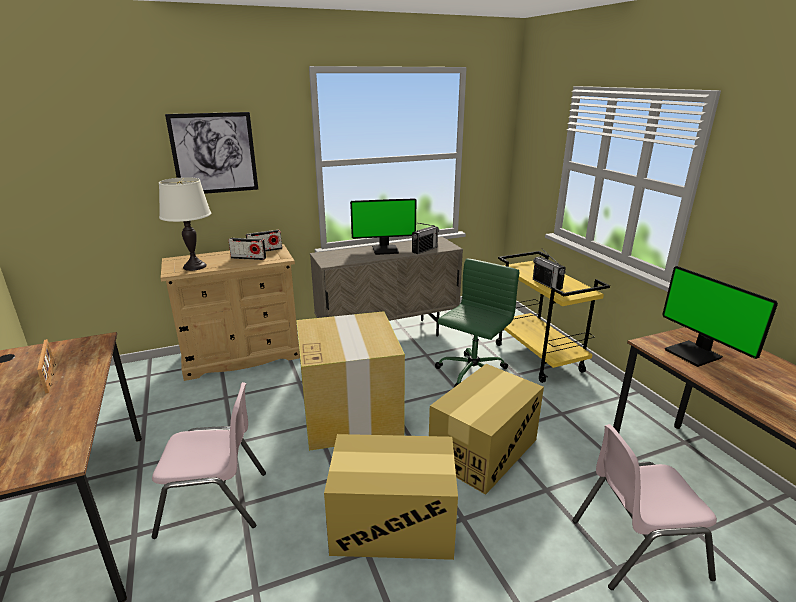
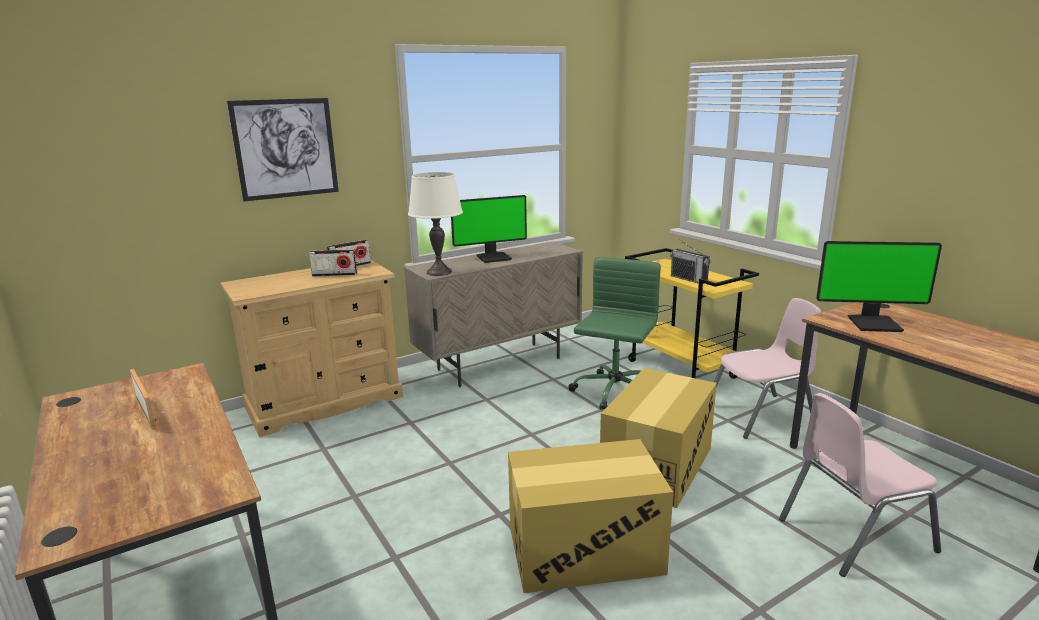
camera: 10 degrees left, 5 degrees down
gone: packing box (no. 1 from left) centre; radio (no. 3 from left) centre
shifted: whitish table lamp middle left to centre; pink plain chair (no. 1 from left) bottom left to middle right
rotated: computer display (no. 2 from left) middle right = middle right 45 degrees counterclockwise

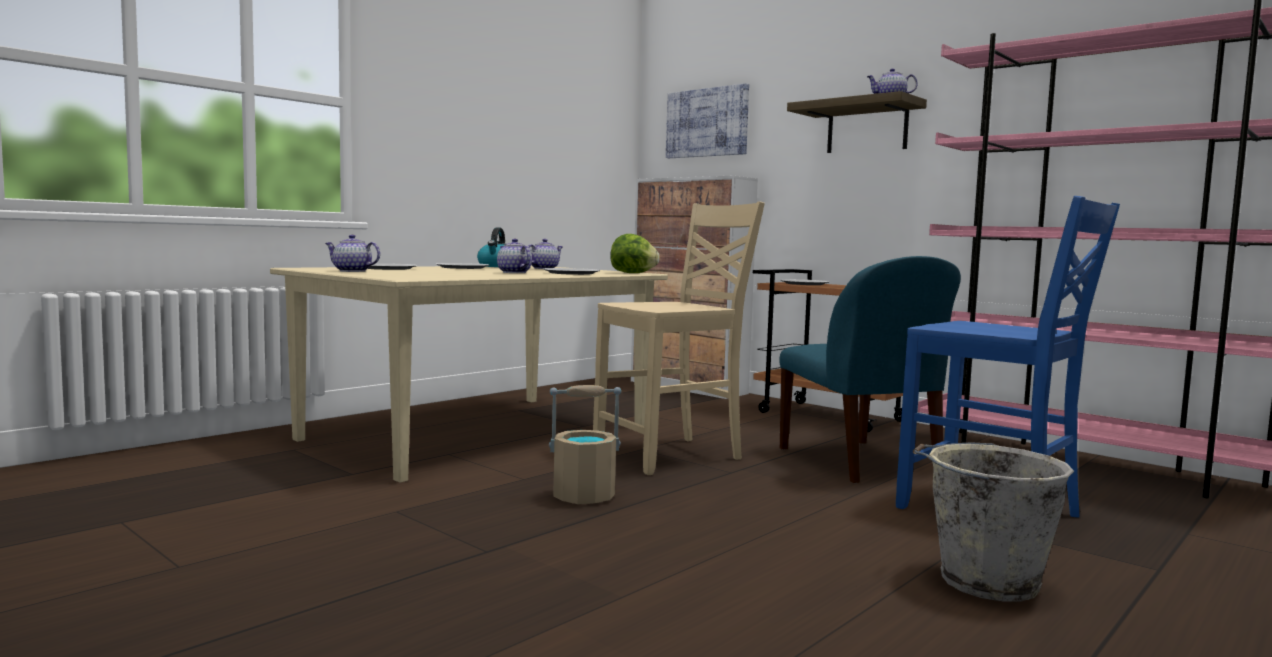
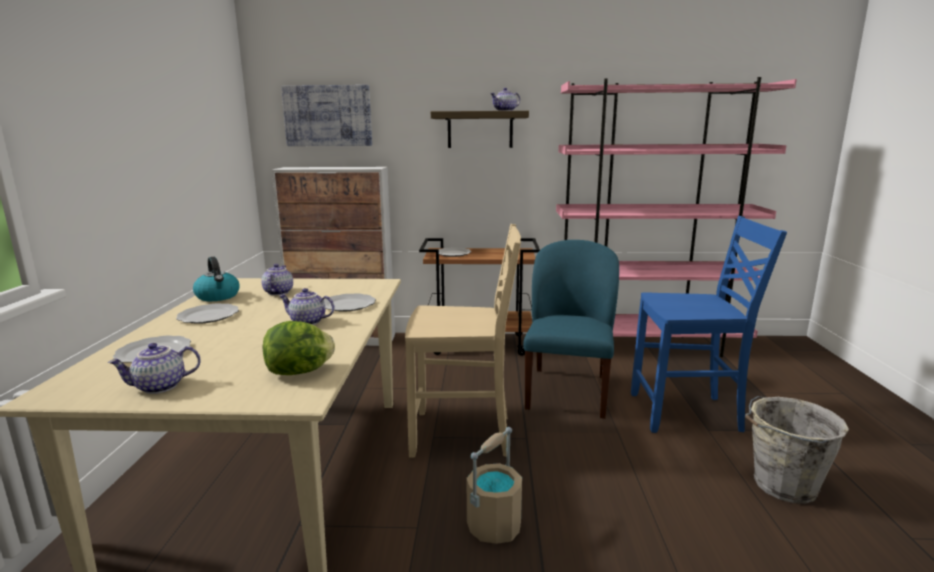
camera: 40 degrees left, 10 degrees up
shifted: head of lettuce centre to middle left
rotated: beige plain chair centre = centre 75 degrees clockwise; blue plain chair (no. 1 from left) middle right = centre 105 degrees counterclockwise

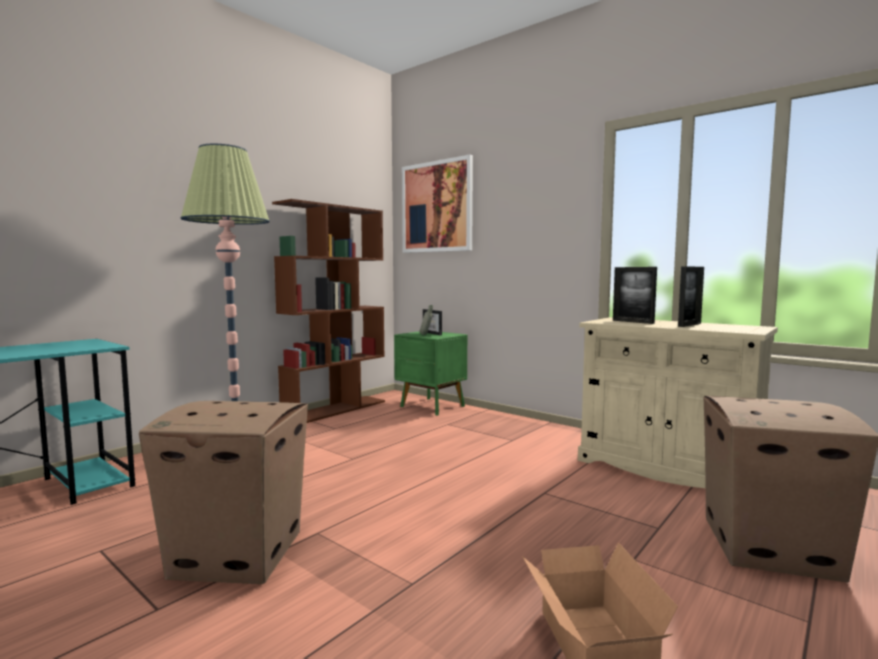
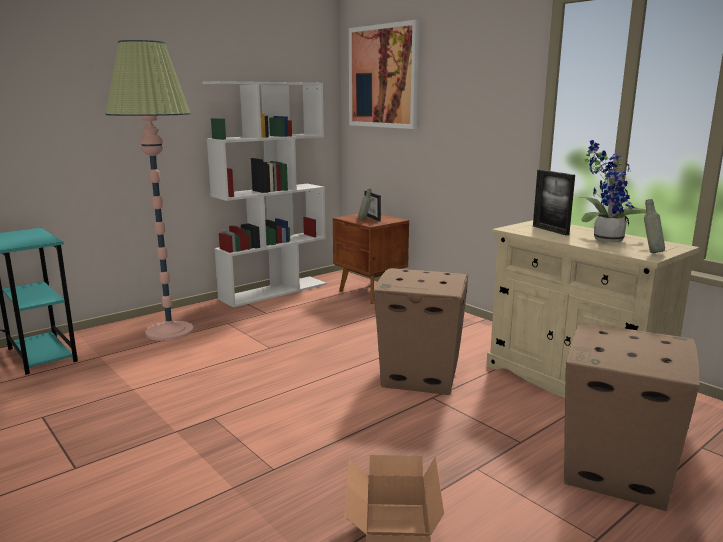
camera: 10 degrees right, 10 degrees up
new: gray drink bottle (no. 2 from left) middle right
shifted: packing box (no. 1 from left in the first image) bottom left to packing box (no. 2 from left) centre
swapped: picture frame (no. 3 from left) middle right to houseplant middle right
repainted: brown-coloured bookcase centre to whitish bookcase centre; green-coloured nightstand centre to brown-coloured nightstand centre

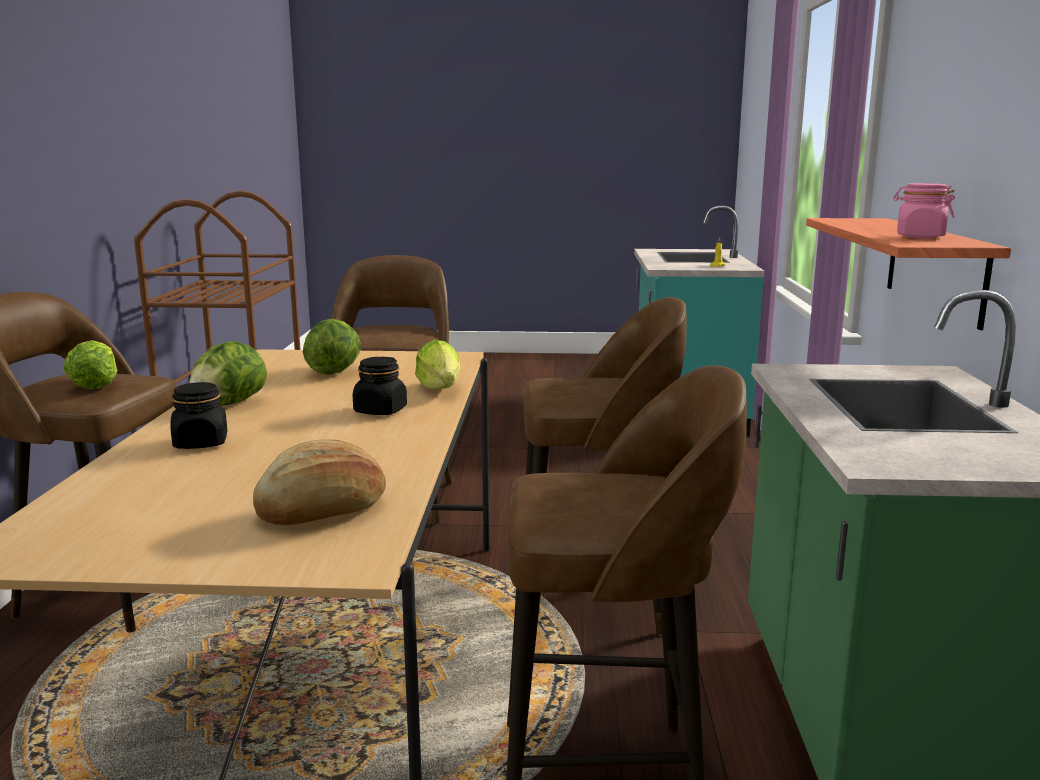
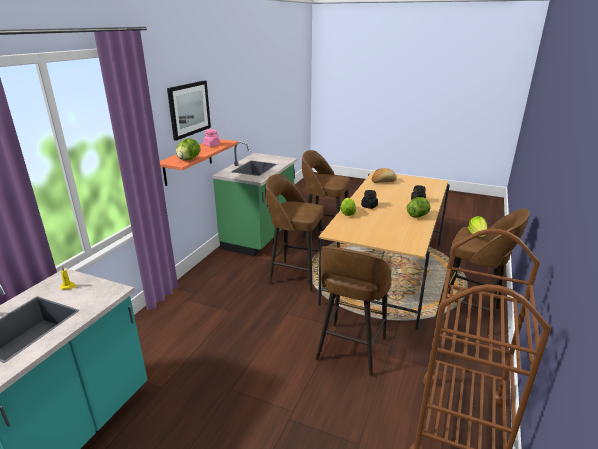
camera: 160 degrees left, 10 degrees up
new: wall picture top left
shifted: head of lettuce (no. 3 from left in the first image) middle left to head of lettuce (no. 1 from left) top left

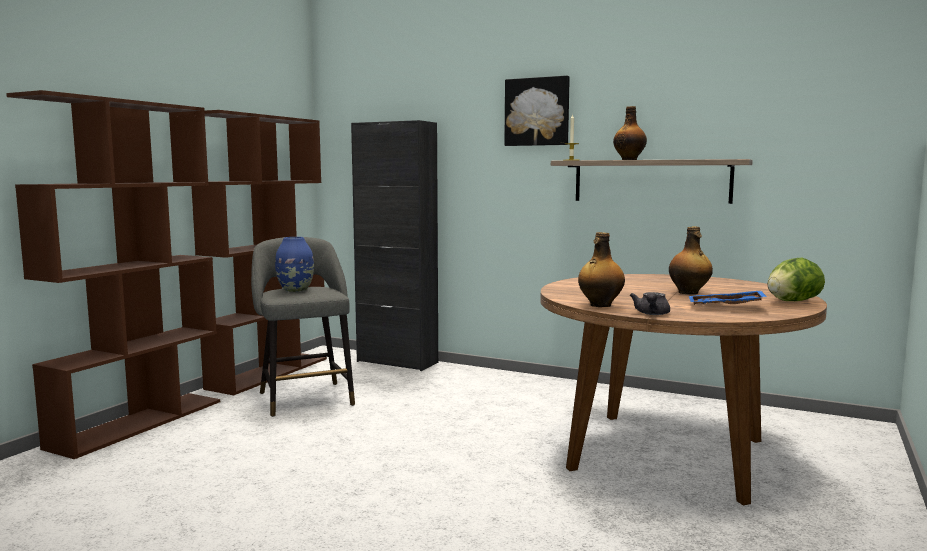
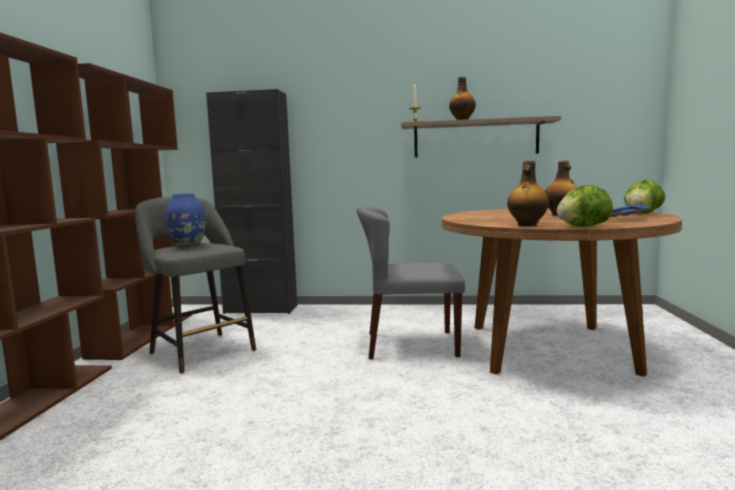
camera: 20 degrees left, 0 degrees up
gone: wall picture top centre
new: gray plain chair centre
swapped: gray teapot middle right to head of lettuce (no. 1 from left) middle right

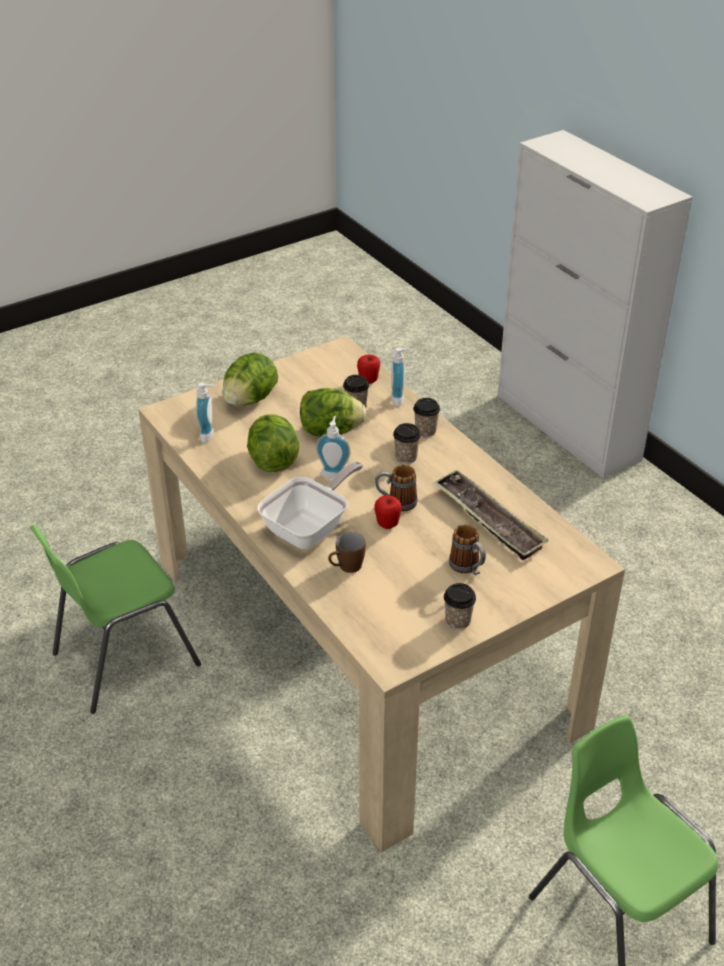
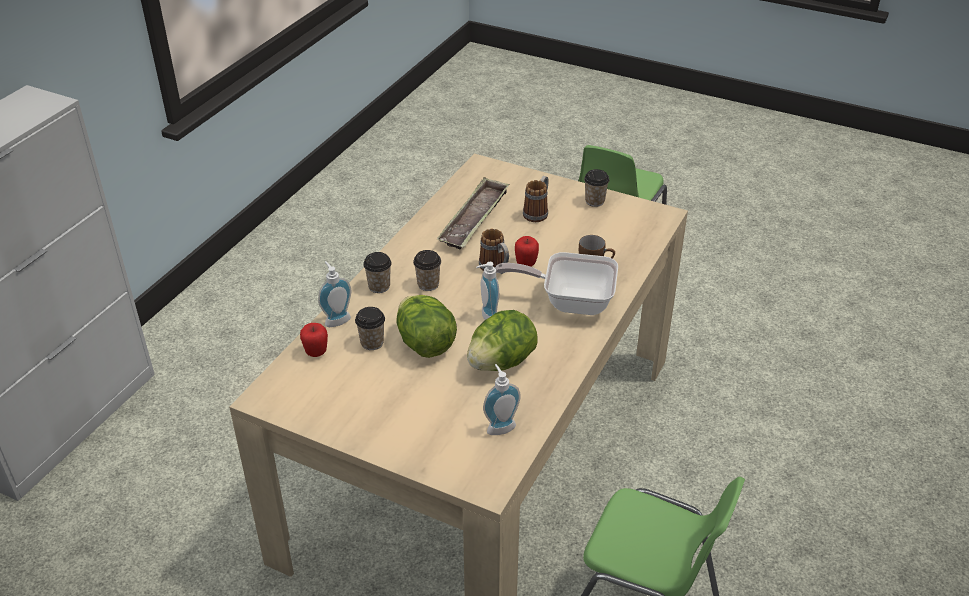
camera: 120 degrees left, 0 degrees up
gone: head of lettuce (no. 1 from left) centre

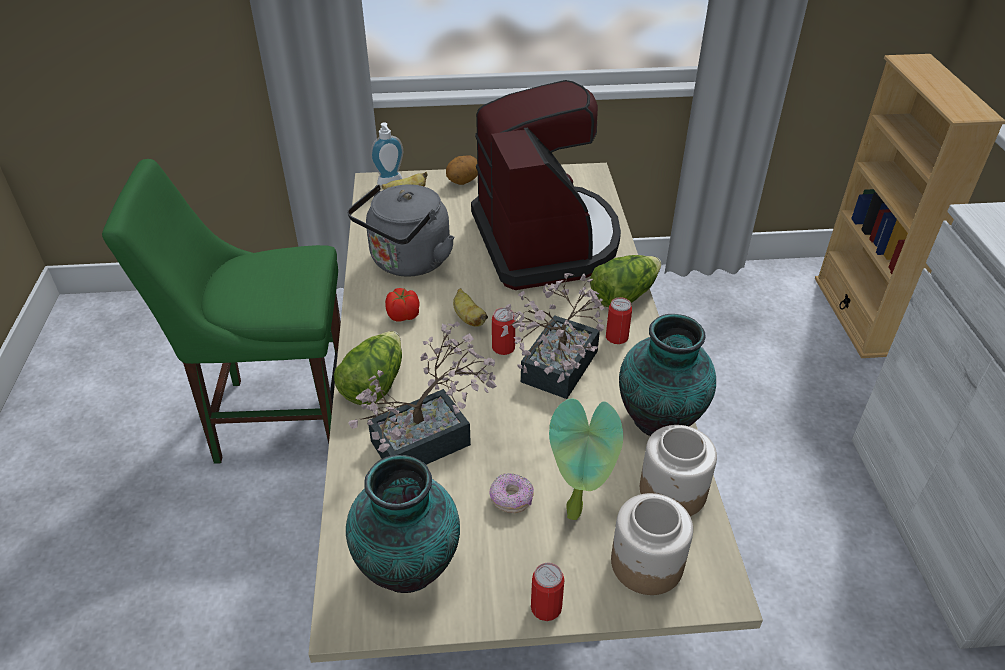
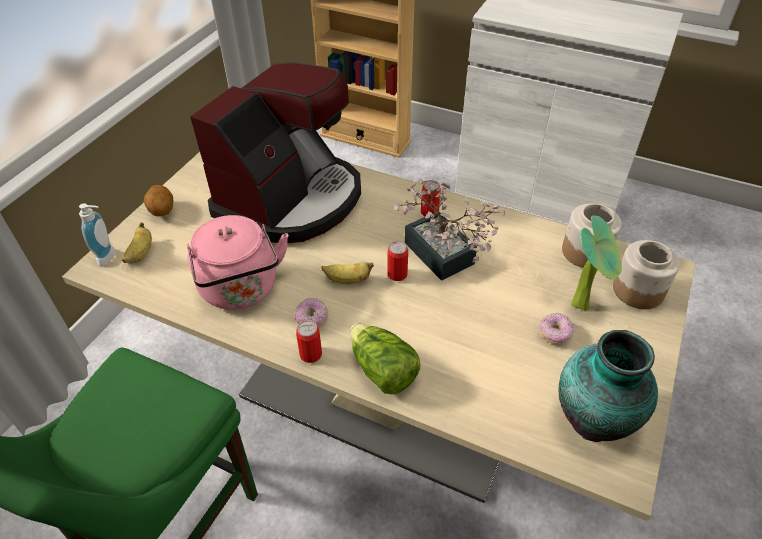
camera: 60 degrees left, 5 degrees up
gone: houseplant (no. 1 from left) centre; head of lettuce (no. 2 from left) centre; vase (no. 2 from left) centre
shifted: metal can (no. 2 from left in the first image) bottom centre to metal can (no. 1 from left) centre
swapped: tomato centre to donut (no. 1 from left) centre
repainted: gray water kettle centre to pink water kettle middle left
rotated: coffee brewer top centre = top centre 105 degrees clockwise

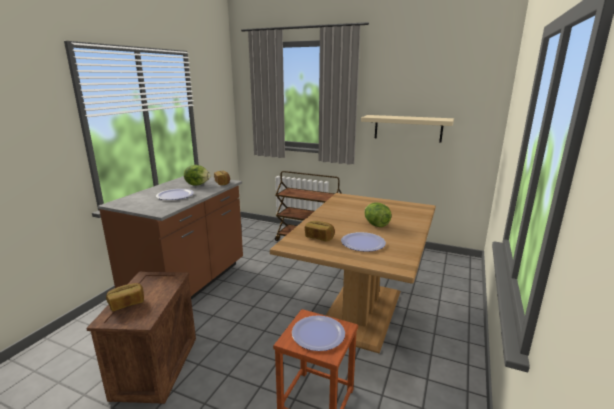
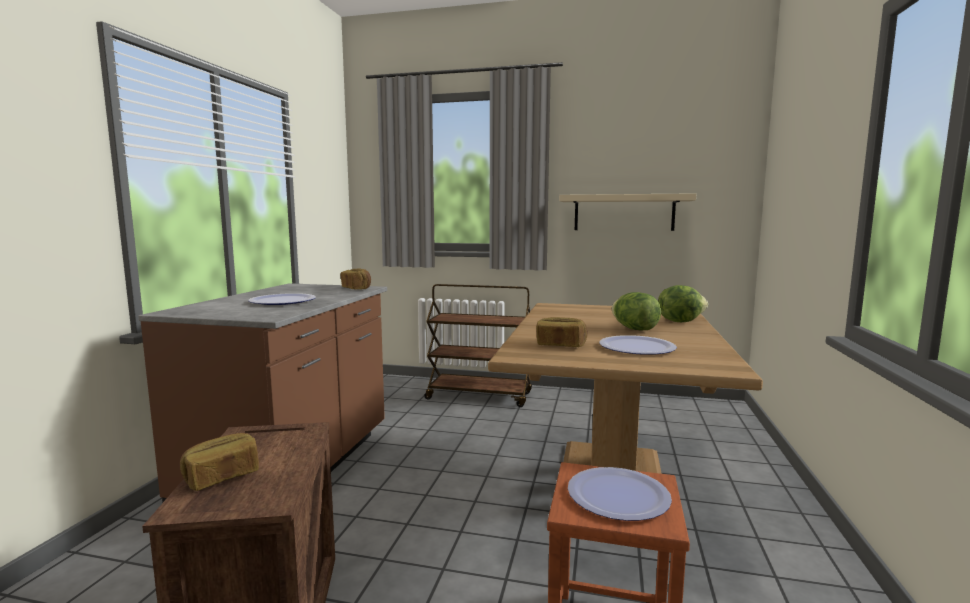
camera: 10 degrees left, 10 degrees down
shifted: head of lettuce (no. 1 from left in the first image) middle left to head of lettuce (no. 2 from left) middle right

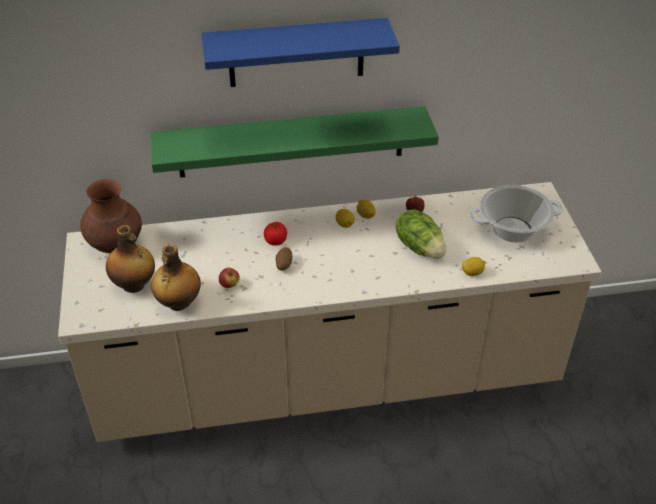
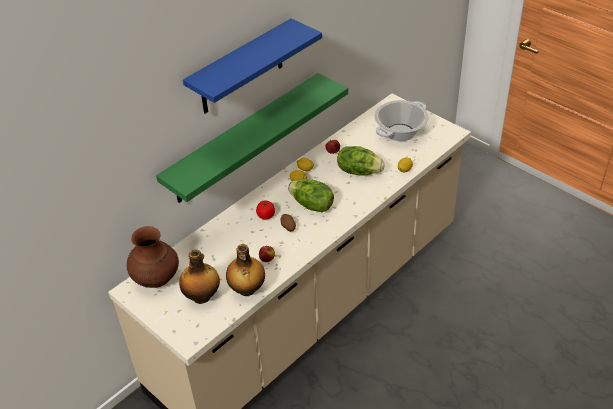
camera: 35 degrees left, 0 degrees up
new: head of lettuce (no. 1 from left) centre

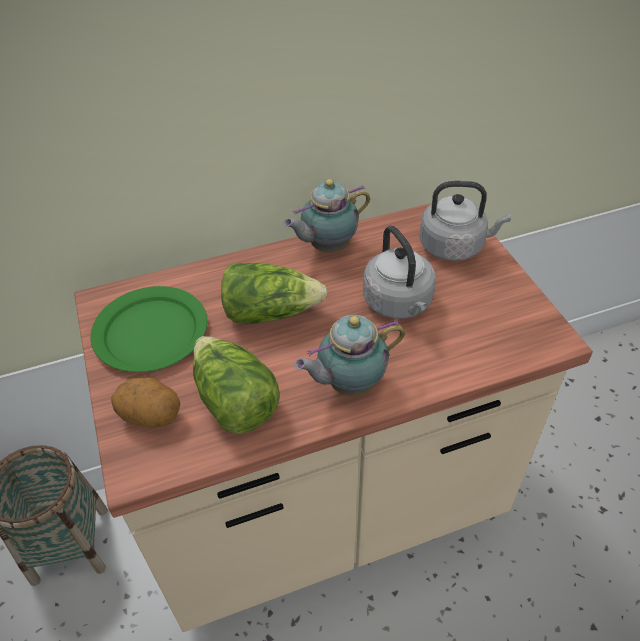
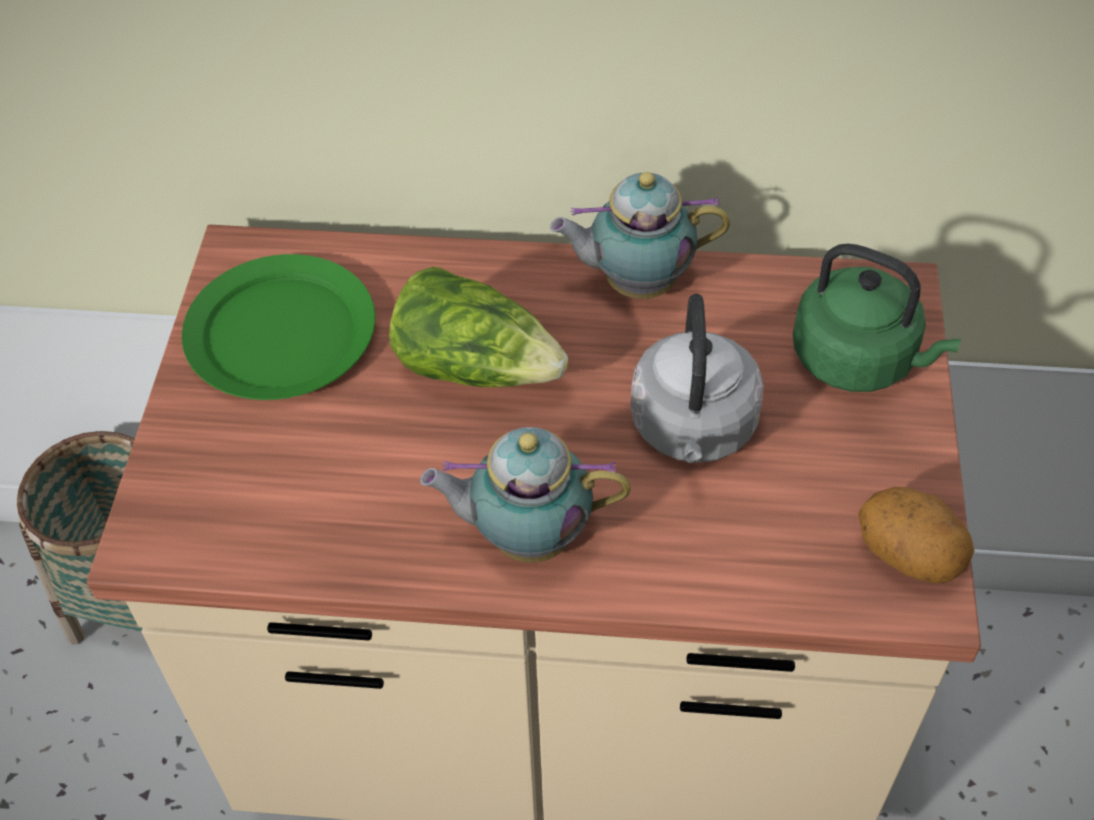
camera: 25 degrees right, 5 degrees up
gone: head of lettuce (no. 1 from left) centre
shifted: spud middle left to middle right
repainted: gray water kettle (no. 2 from left) middle right to green-coloured water kettle middle right

